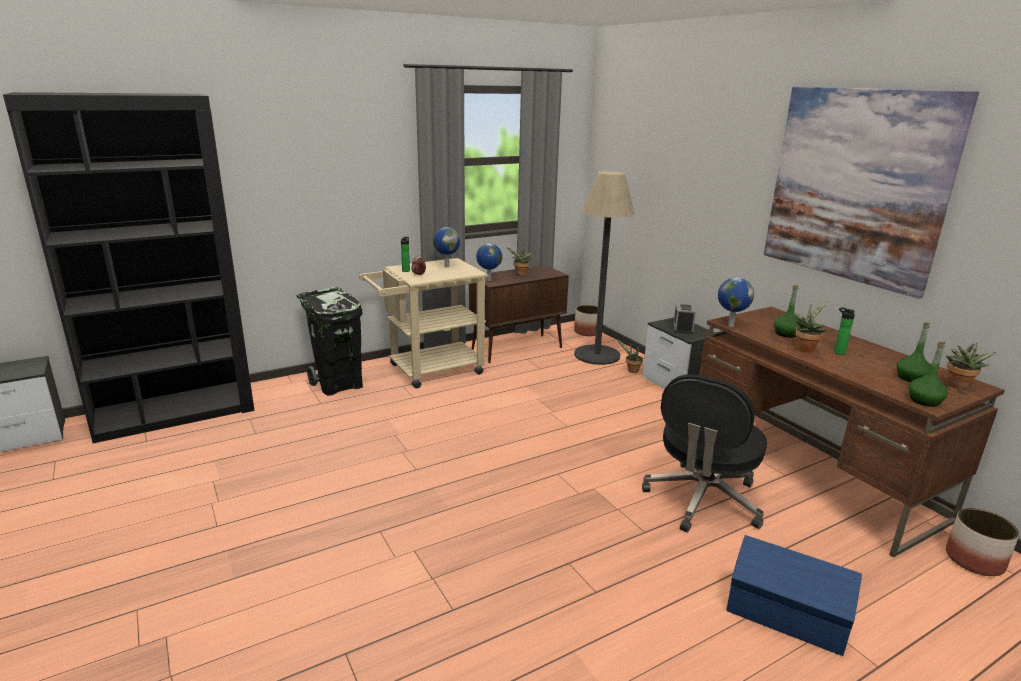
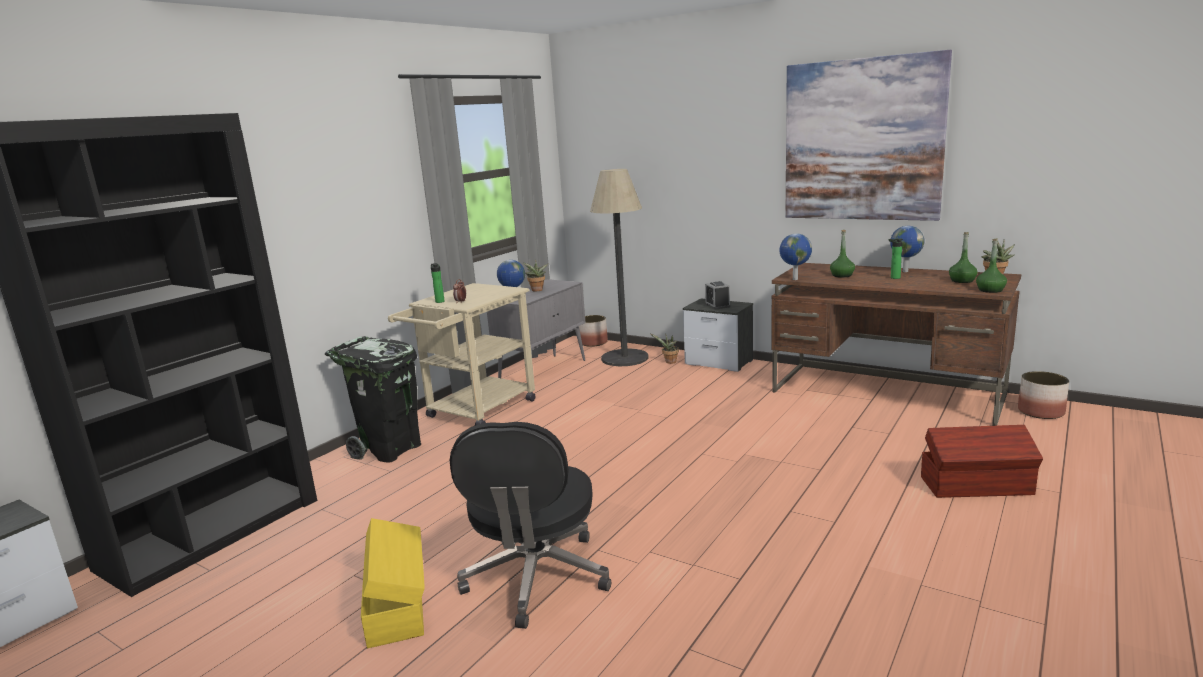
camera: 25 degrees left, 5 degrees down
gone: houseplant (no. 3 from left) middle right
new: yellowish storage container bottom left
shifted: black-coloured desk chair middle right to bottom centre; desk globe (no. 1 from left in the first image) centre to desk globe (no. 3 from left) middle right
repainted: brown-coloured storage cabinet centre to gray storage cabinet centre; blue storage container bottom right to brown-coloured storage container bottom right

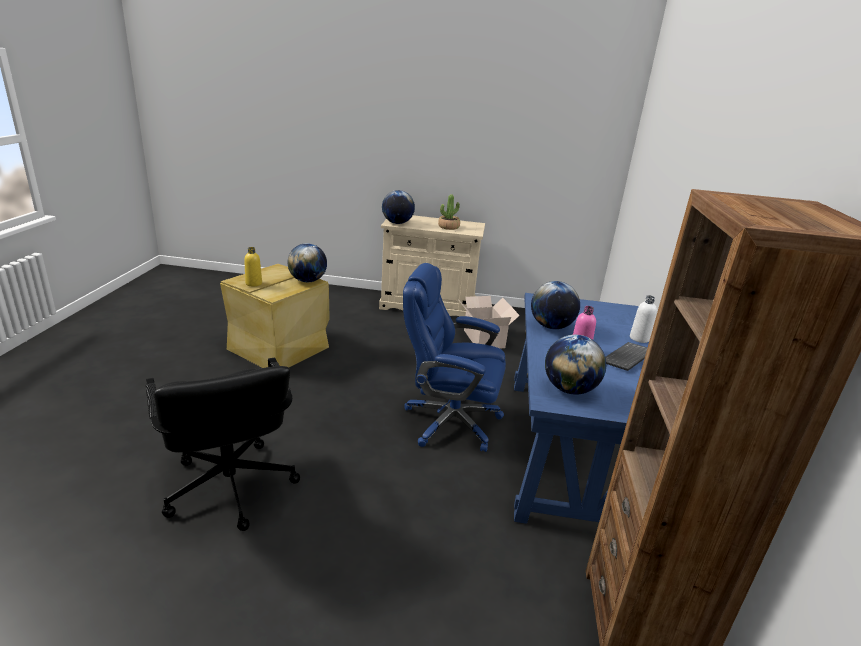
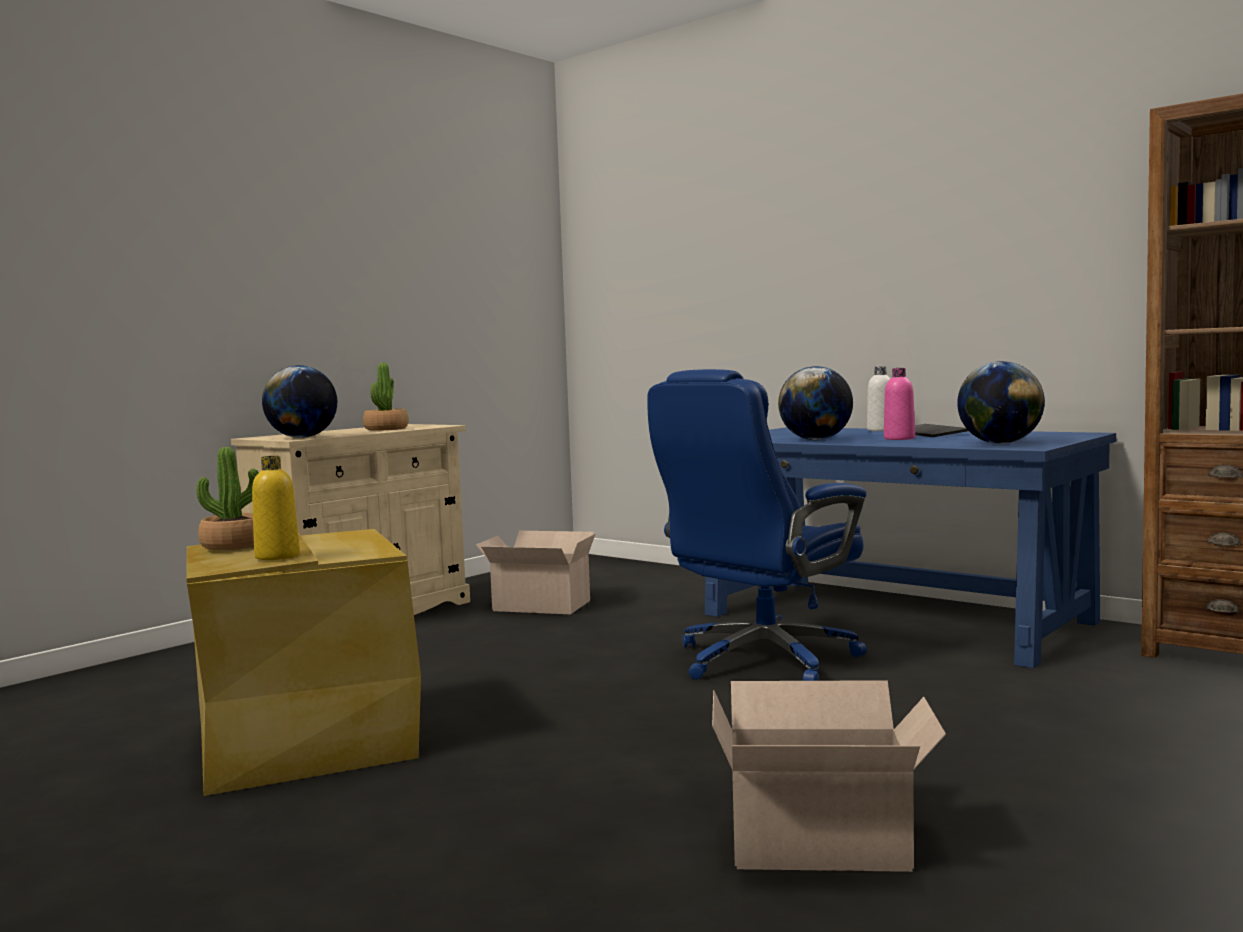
camera: 55 degrees left, 20 degrees down
gone: desk globe (no. 1 from left) centre
new: houseplant (no. 1 from left) middle left
swapped: black-coloured desk chair bottom left to packing box (no. 2 from left) bottom right

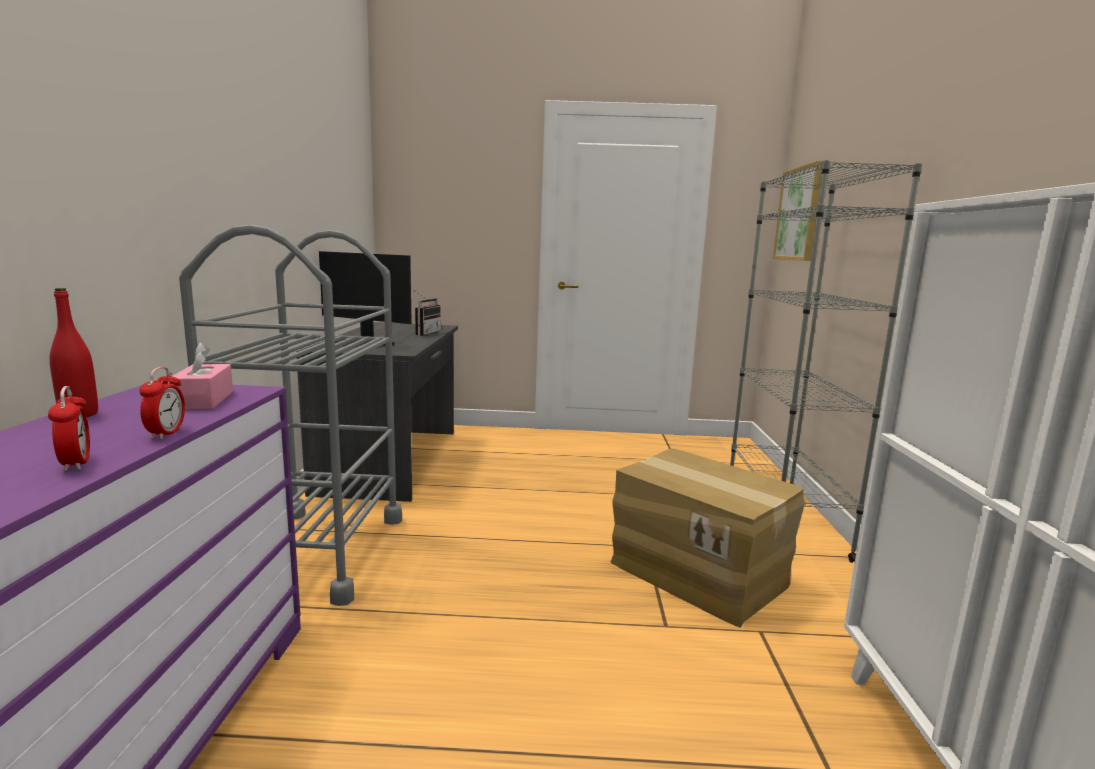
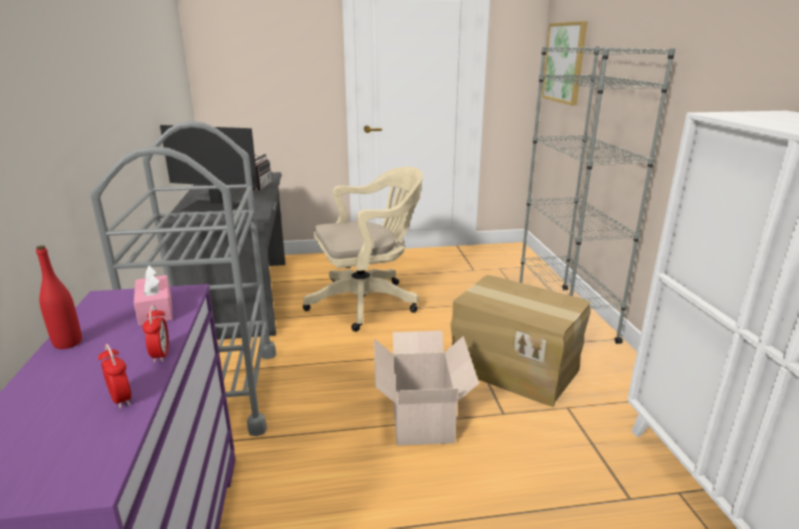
camera: 10 degrees left, 10 degrees up
new: beige desk chair centre; packing box (no. 1 from left) bottom centre

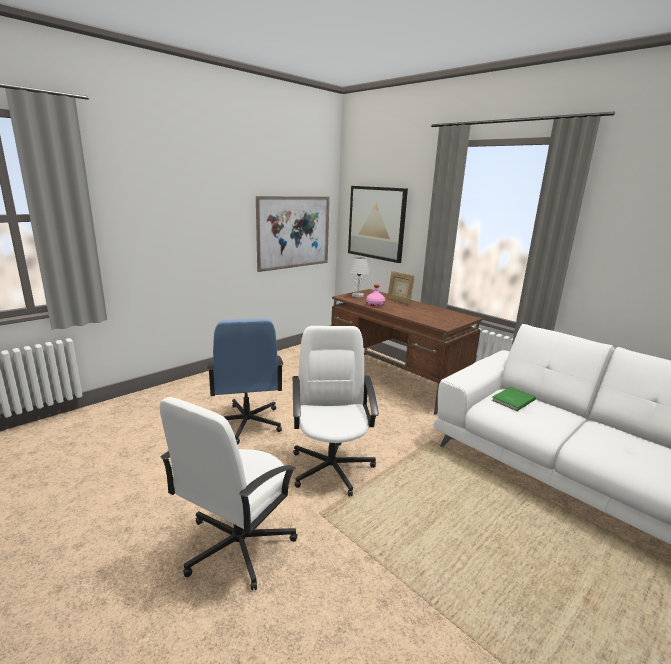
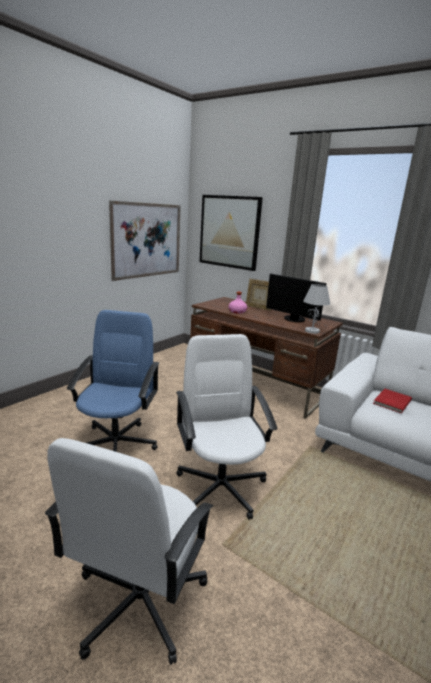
camera: 10 degrees left, 0 degrees up
new: computer display middle right
shifted: whitish table lamp centre to middle right
repainted: green-coloured book middle right to reddish book middle right
rotated: blue desk chair centre = middle left 150 degrees counterclockwise

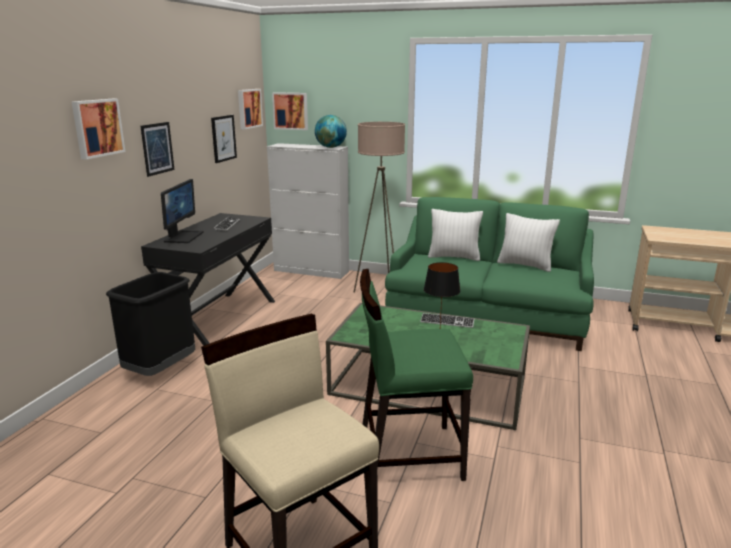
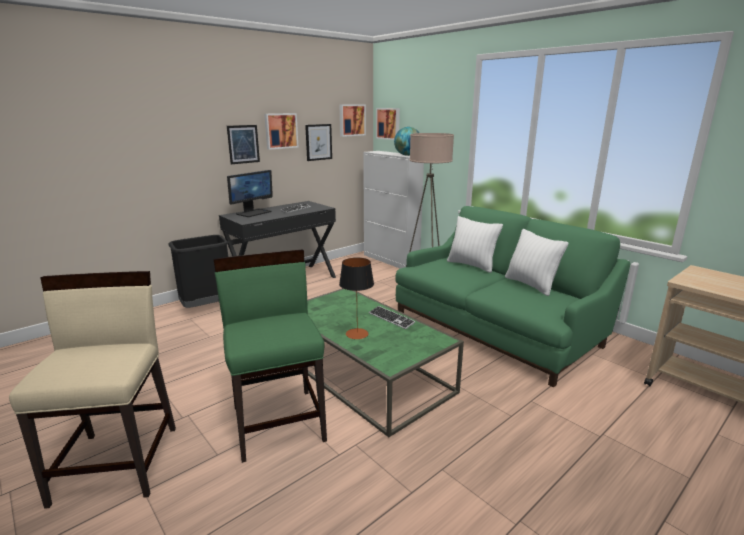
camera: 30 degrees right, 0 degrees up
shifted: wall picture (no. 1 from left in the first image) top left to wall picture (no. 2 from left) top centre
rotated: green-coloured plain chair bottom centre = centre 45 degrees clockwise

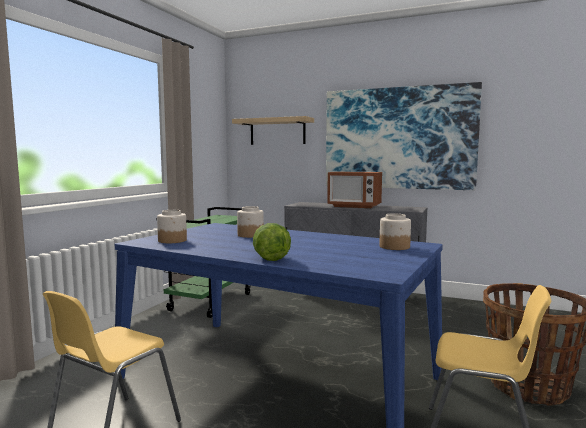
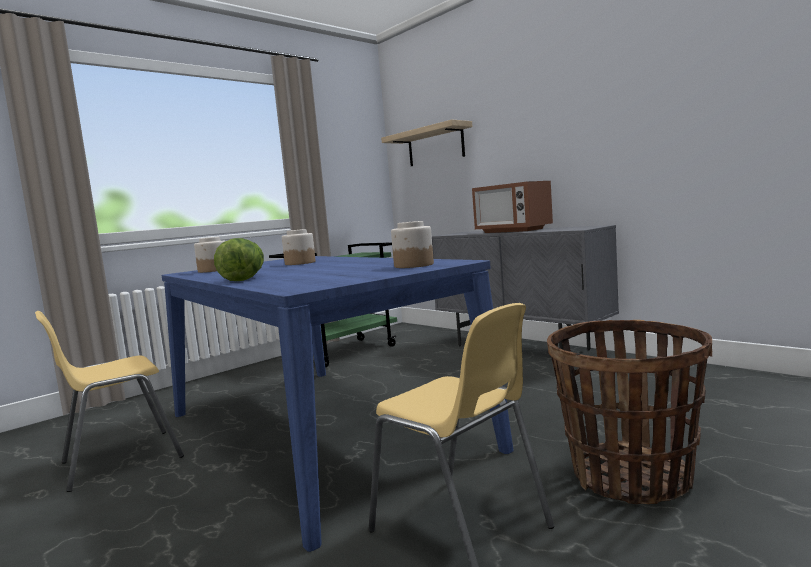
camera: 25 degrees right, 0 degrees up
gone: wall picture top right

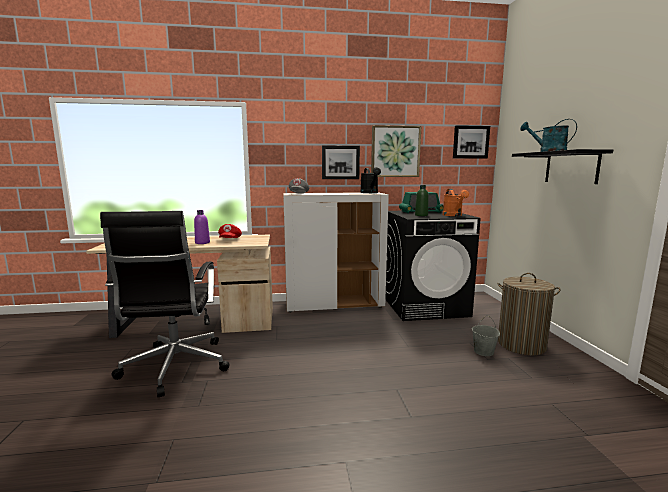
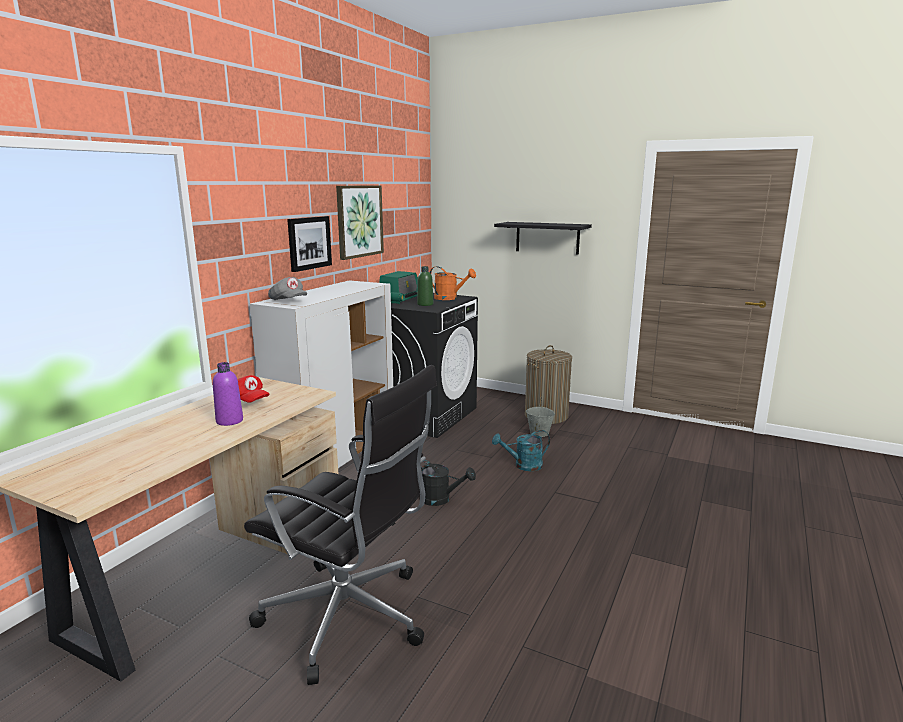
camera: 55 degrees left, 5 degrees up
gone: wall picture (no. 3 from left) top right
shifted: black-coloured watering can centre to bottom centre; blue-green watering can top right to centre

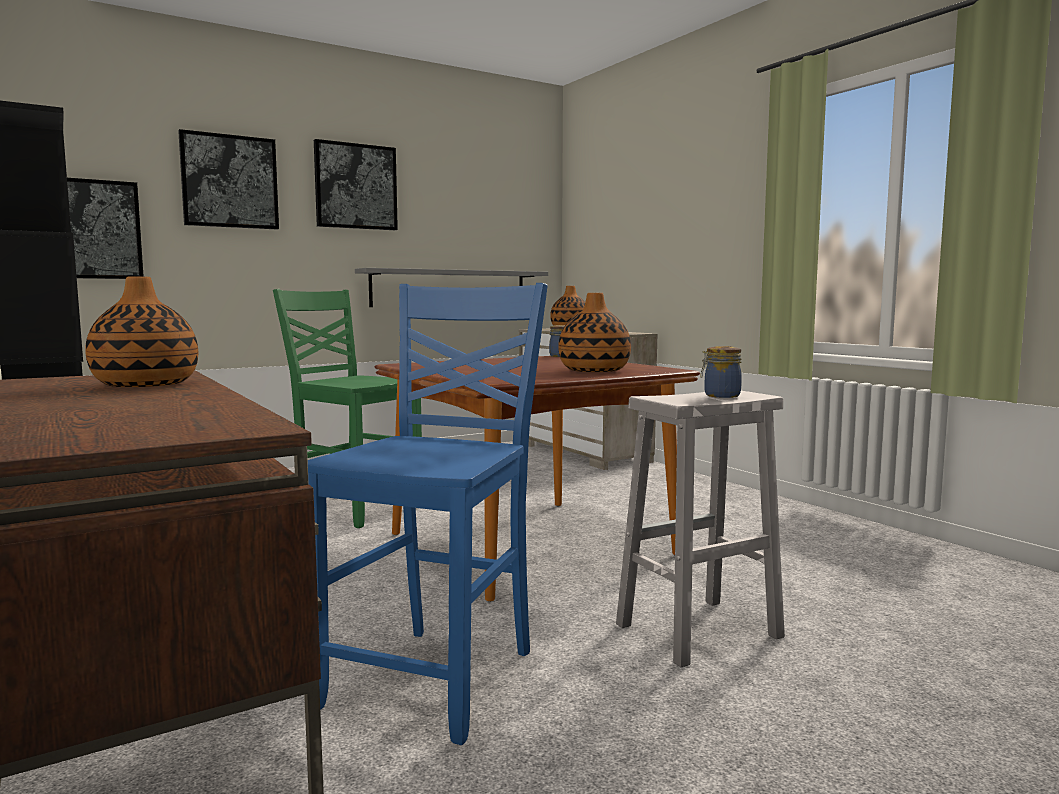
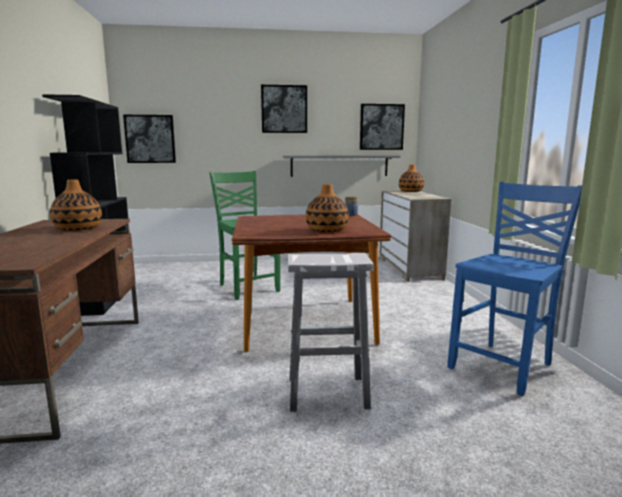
camera: 25 degrees right, 5 degrees up
gone: jar (no. 2 from left) middle right
shifted: wall picture (no. 2 from left in the first image) top left to wall picture (no. 3 from left) top centre; blue plain chair centre to middle right

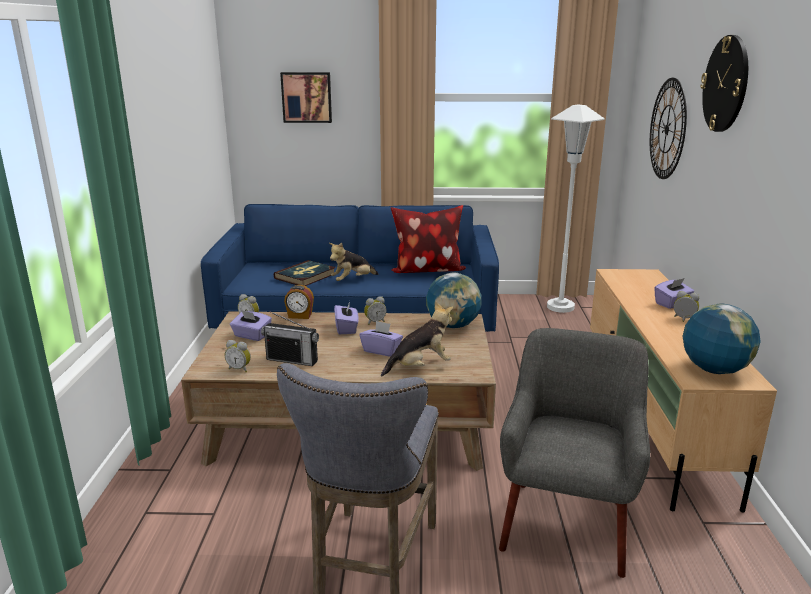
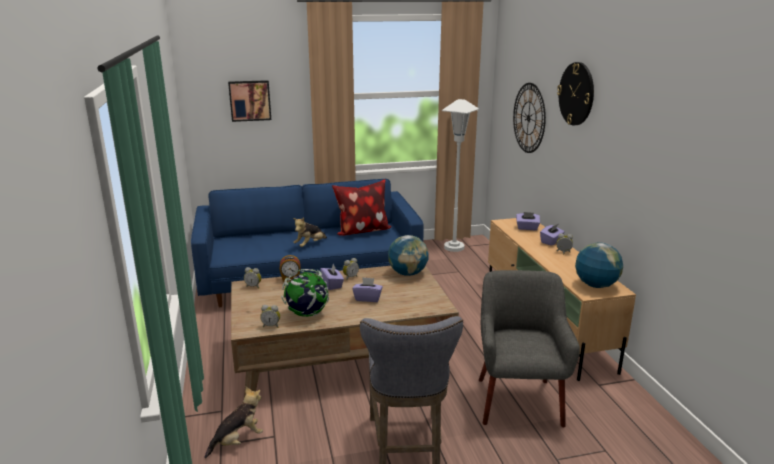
camera: 15 degrees left, 0 degrees up
gone: book centre
shifted: cuddly toy (no. 2 from left in the first image) centre to cuddly toy (no. 1 from left) bottom left; purplish tissue holder (no. 1 from left in the first image) middle left to purplish tissue holder (no. 3 from left) middle right
swapped: radio centre to desk globe (no. 1 from left) centre

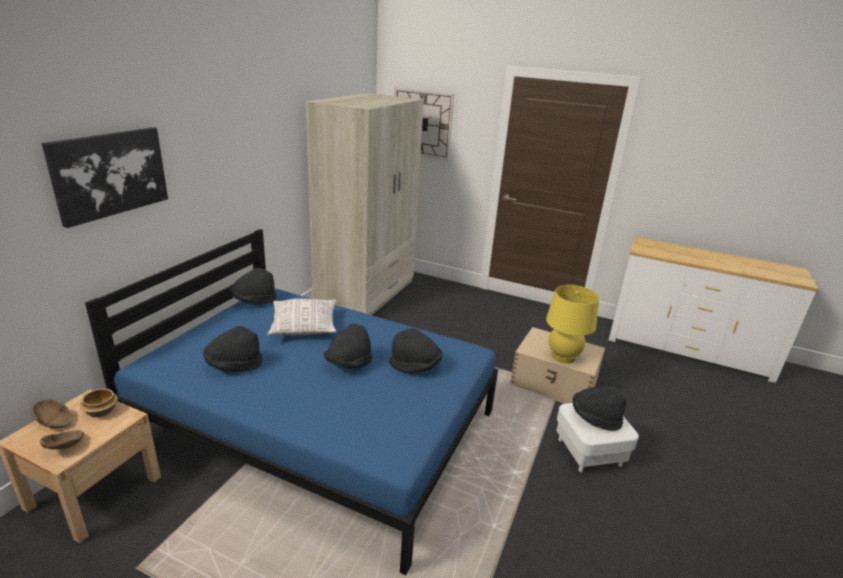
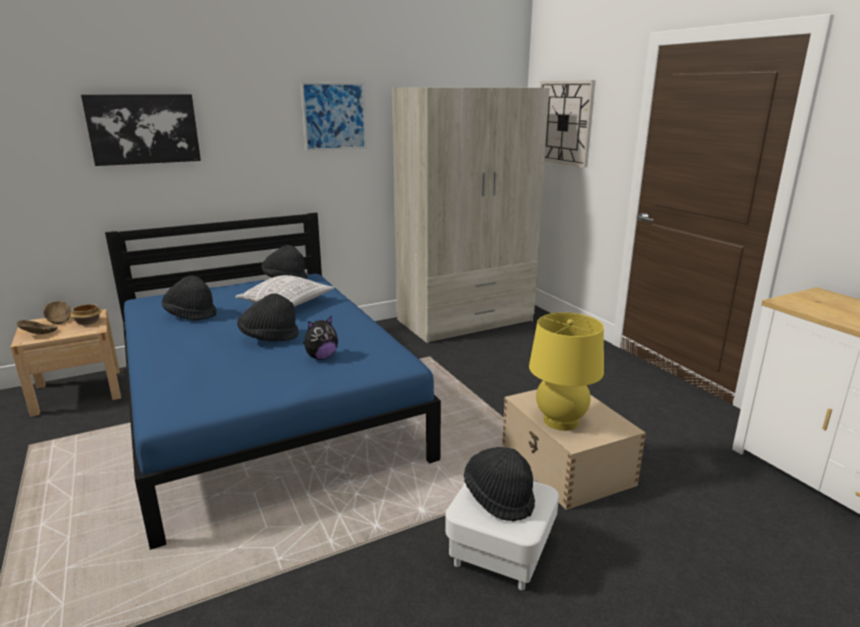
camera: 40 degrees right, 5 degrees down
new: wall picture (no. 2 from left) top centre
swapped: black-coloured wearable hat (no. 4 from left) centre to cuddly toy centre

